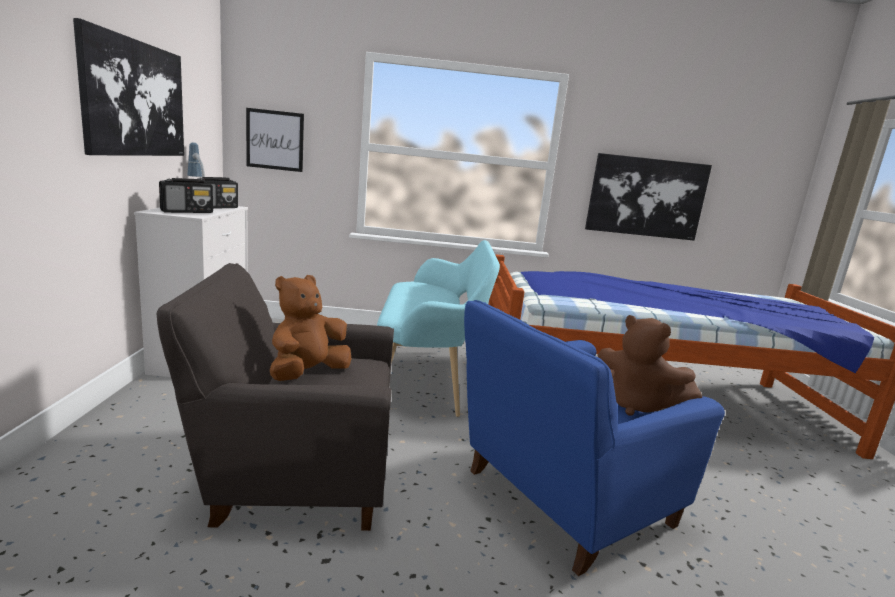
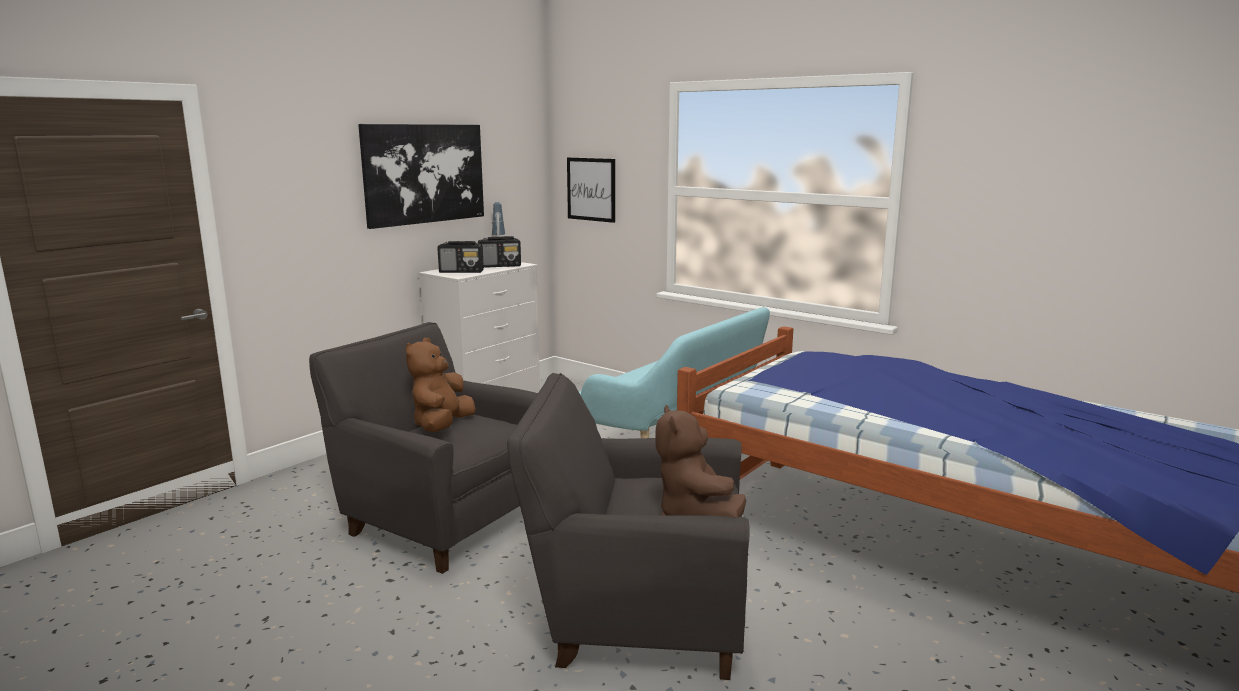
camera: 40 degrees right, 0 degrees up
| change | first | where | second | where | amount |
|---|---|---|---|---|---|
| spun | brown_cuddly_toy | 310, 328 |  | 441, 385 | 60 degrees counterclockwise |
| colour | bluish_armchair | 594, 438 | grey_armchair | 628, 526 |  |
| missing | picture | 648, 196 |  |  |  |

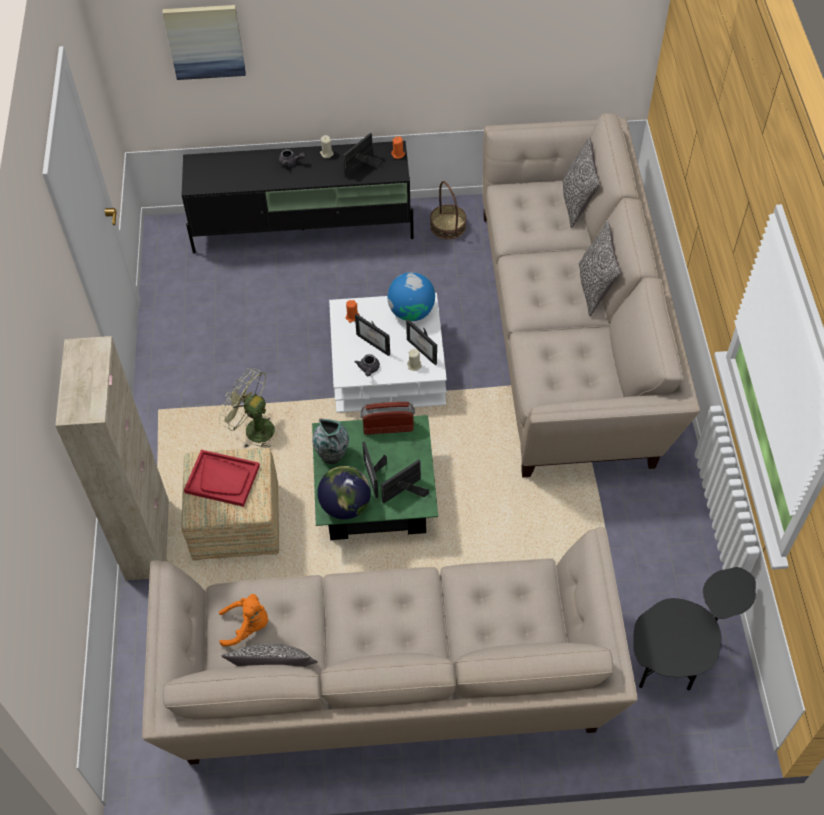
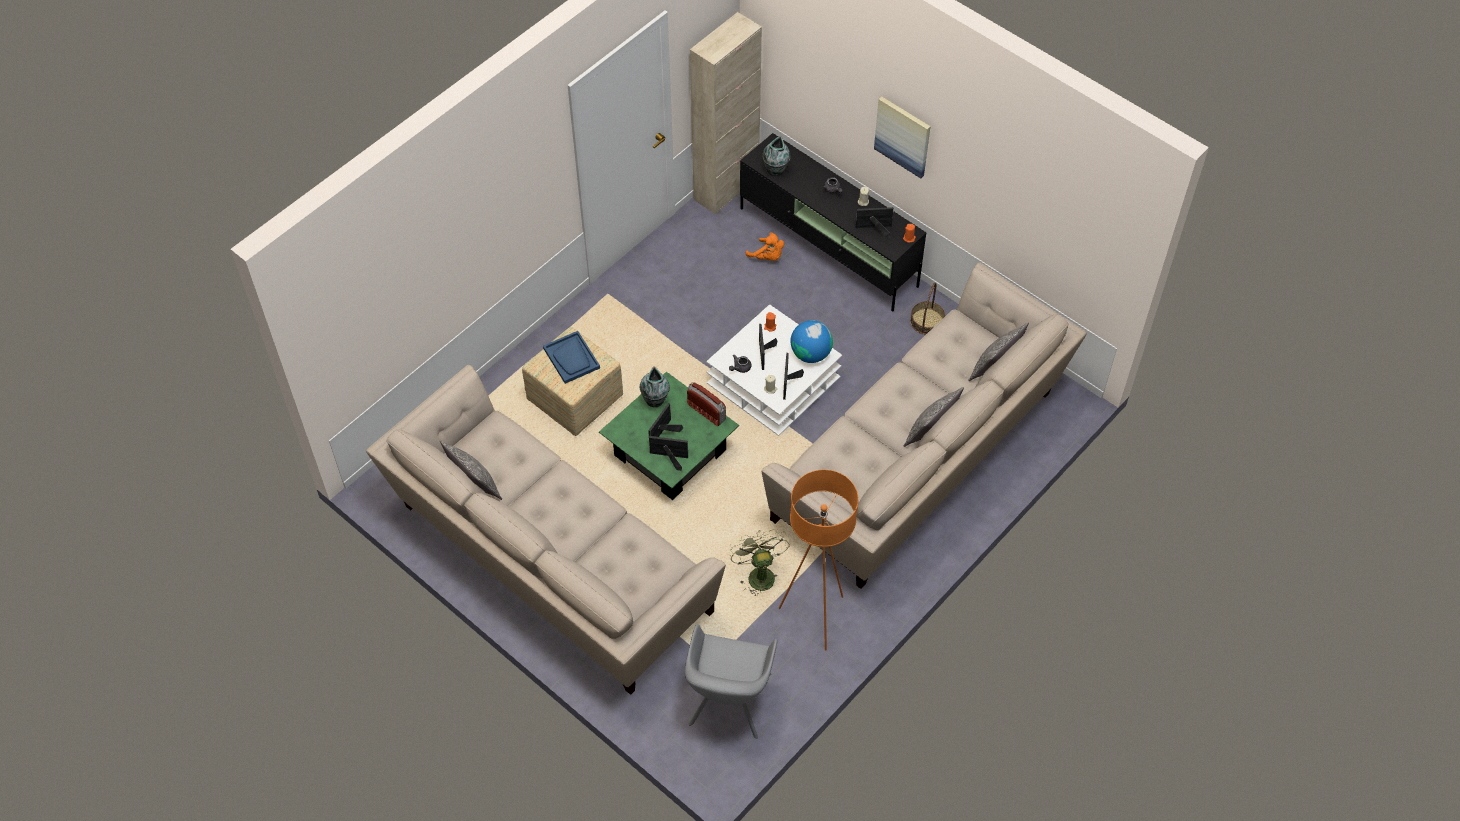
camera: 45 degrees right, 0 degrees up
| change | first | where | second | where | amount |
|---|---|---|---|---|---|
| relocated | sand-coloured_storage_cabinet | 112, 458 |  | 726, 113 |  |
| relocated | picture | 204, 42 |  | 902, 137 |  |
| colour | reddish_tray | 222, 478 | bluish_tray | 571, 357 |  |
| relocated | greenish_cooling_fan | 247, 408 |  | 760, 562 |  |
| relocated | orangey_cuddly_toy | 243, 620 |  | 765, 246 |  |
| missing | globe | 344, 492 |  |  |  |
| exchanged | black_accent_table | 694, 628 | grey_armchair | 731, 681 |  |
| appeared |  |  | vase | 776, 156 |  |
| appeared |  |  | orangey_floor_lamp | 819, 560 |  |

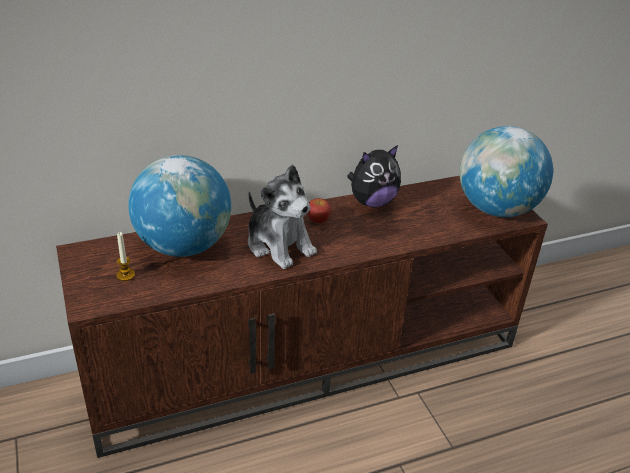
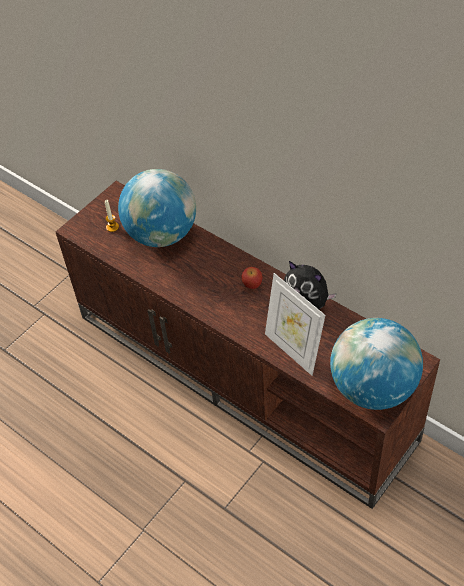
camera: 65 degrees right, 15 degrees up
| change | first | where | second | where | amount |
|---|---|---|---|---|---|
| missing | cuddly_toy | 282, 216 |  |  |  |
| appeared |  |  | picture_frame | 295, 324 |  |

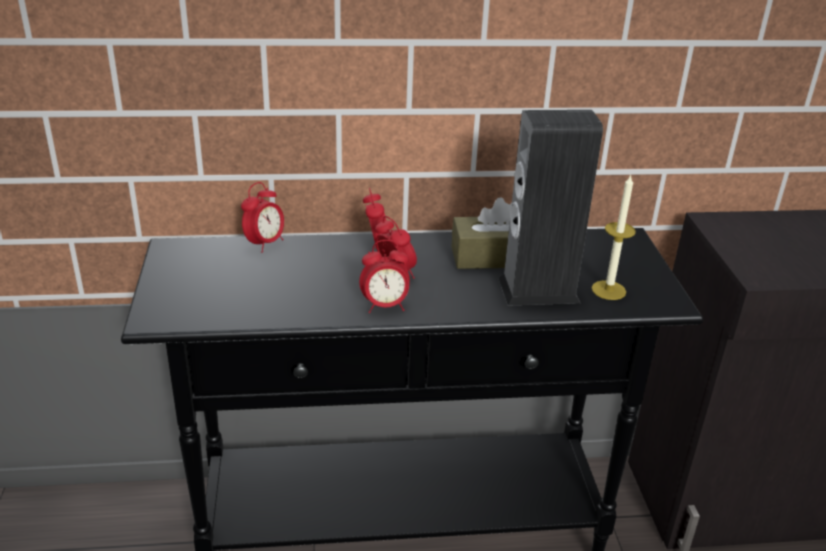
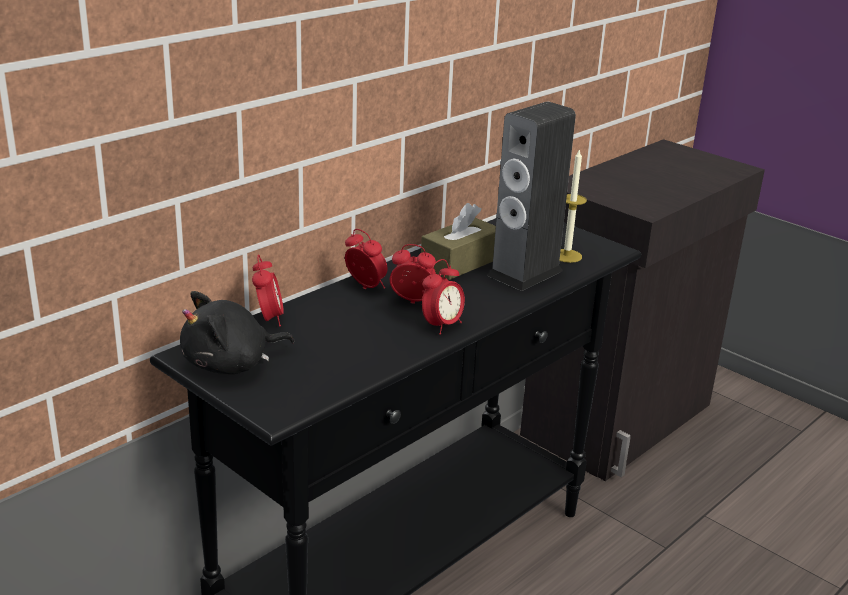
camera: 40 degrees left, 5 degrees down
| change | first | where | second | where | amount |
|---|---|---|---|---|---|
| appeared |  |  | black_cuddly_toy | 237, 332 |  |

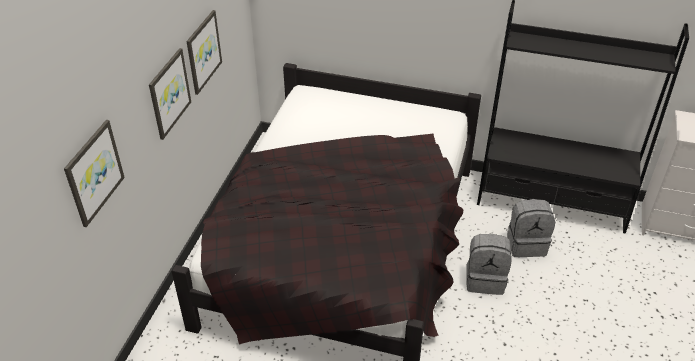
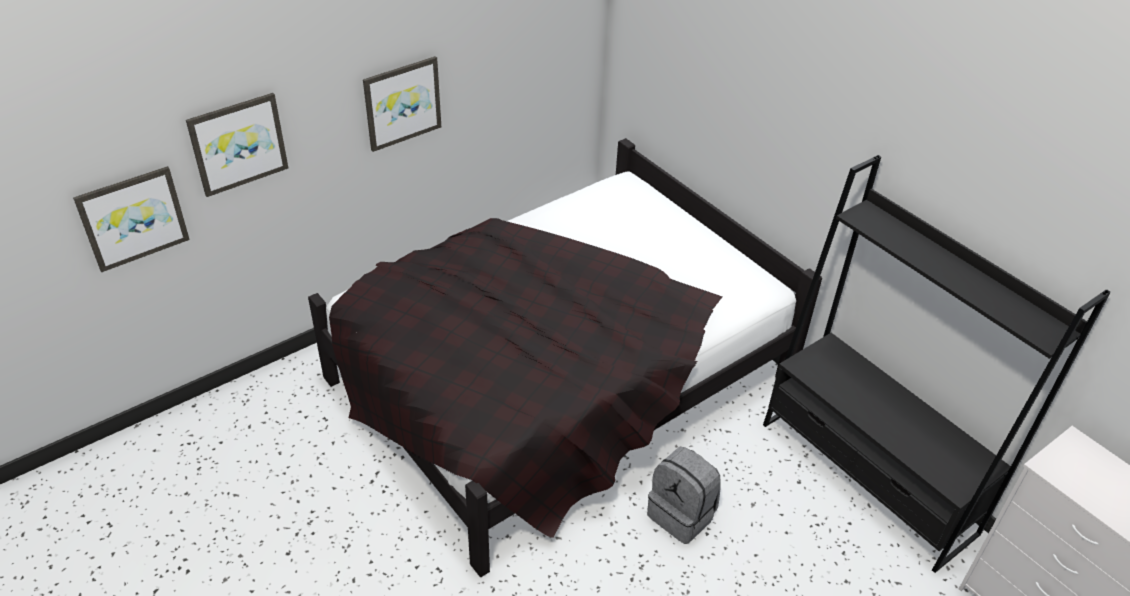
camera: 35 degrees right, 0 degrees up
| change | first | where | second | where | amount |
|---|---|---|---|---|---|
| relocated | picture | 204, 52 |  | 131, 219 |  |
| missing | grey_rucksack | 531, 228 |  |  |  |

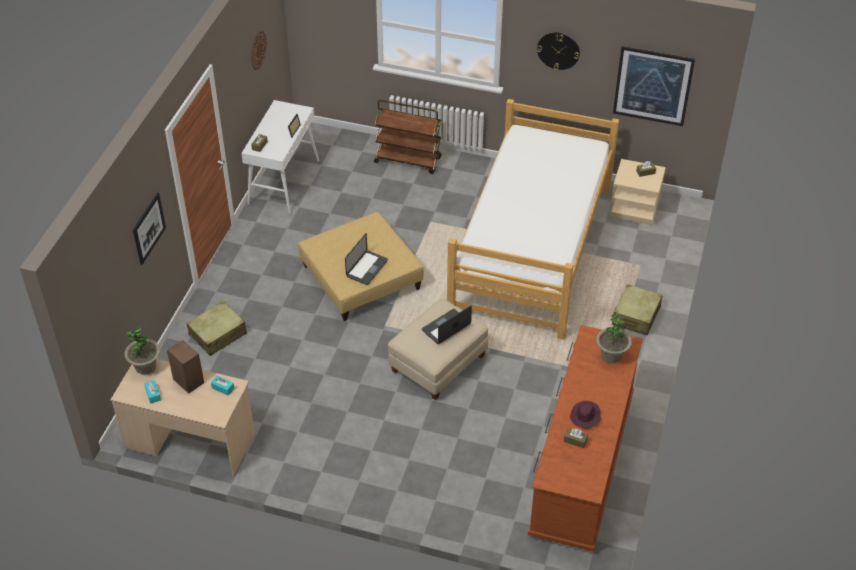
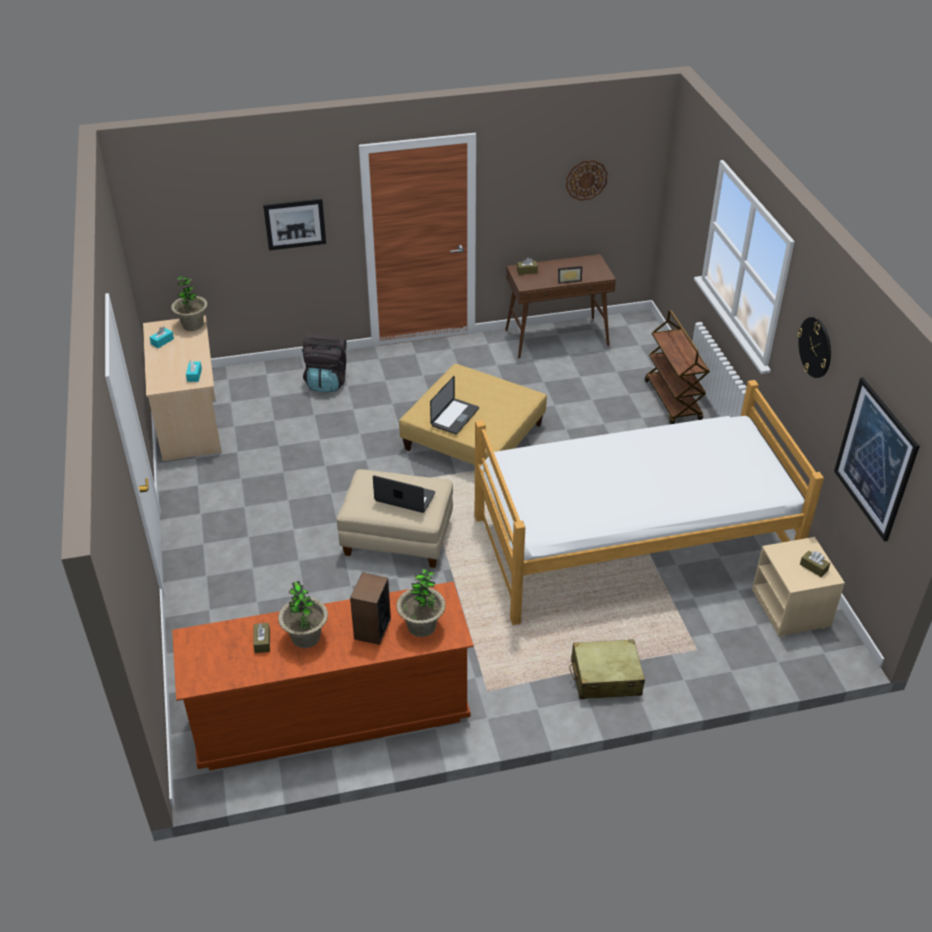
camera: 60 degrees right, 5 degrees down
| change | first | where | second | where | amount |
|---|---|---|---|---|---|
| relocated | audio_speaker | 185, 367 |  | 370, 608 |  |
| exchanged | sand-coloured_suitcase | 216, 328 | black_rucksack | 324, 363 |  |
| colour | white-coloured_hall_table | 280, 156 | brown_hall_table | 560, 306 |  |
| spun | notebook_computer | 366, 259 |  | 454, 405 | 60 degrees counterclockwise |
| exchanged | purplish_wearable_hat | 585, 415 | plant_in_a_pot | 303, 614 |  |

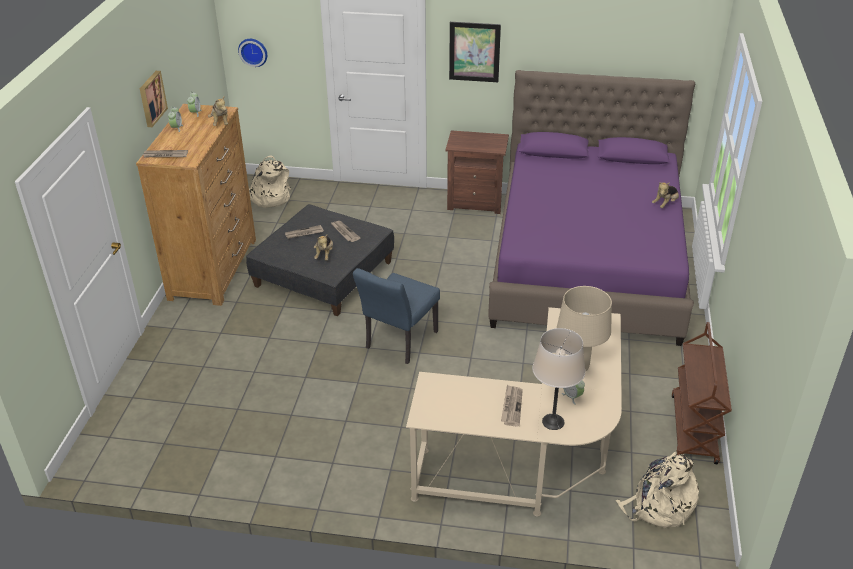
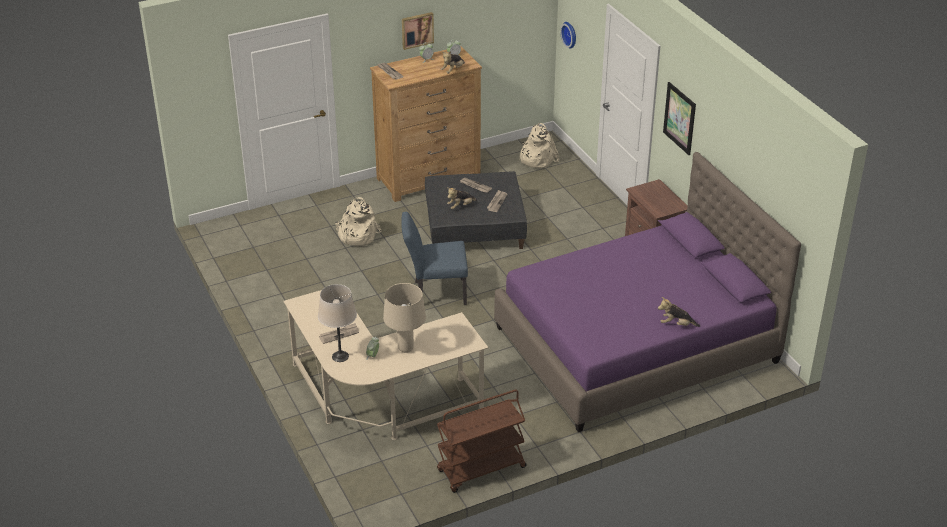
camera: 55 degrees right, 0 degrees up
| change | first | where | second | where | amount |
|---|---|---|---|---|---|
| relocated | sand-coloured_rucksack | 657, 490 |  | 358, 221 |  |

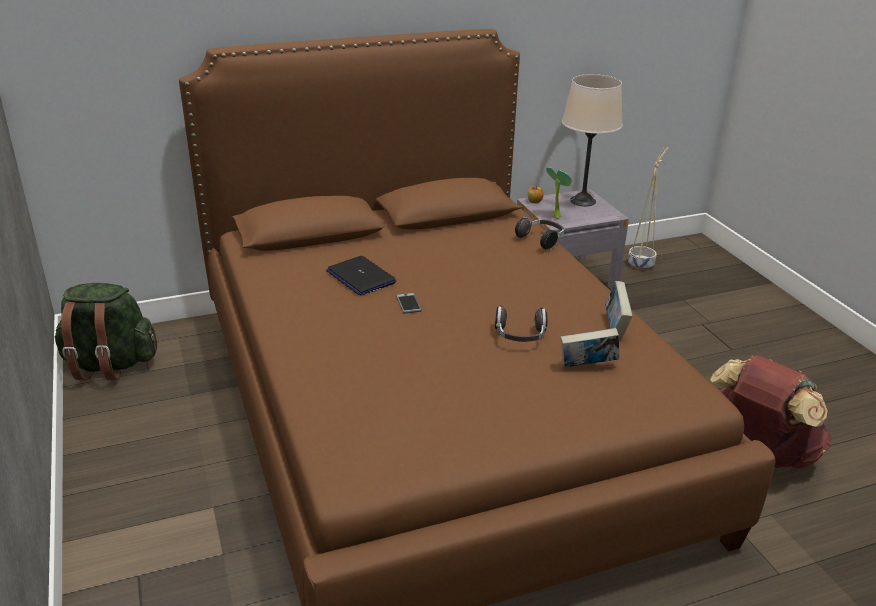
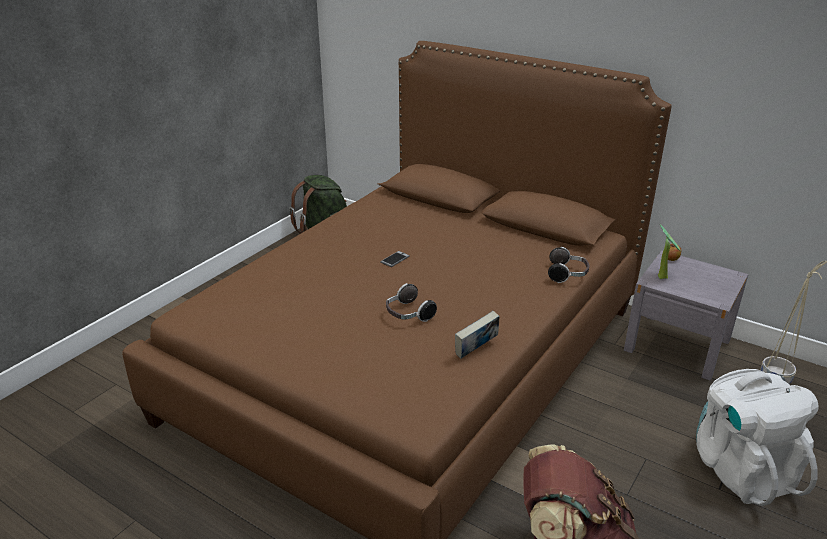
camera: 55 degrees right, 0 degrees up
| change | first | where | second | where | amount |
|---|---|---|---|---|---|
| missing | notebook_computer | 361, 275 |  |  |  |
| missing | book | 589, 347 |  |  |  |
| missing | sand-coloured_table_lamp | 592, 140 |  |  |  |
| appeared |  |  | white-coloured_rucksack | 757, 437 |  |

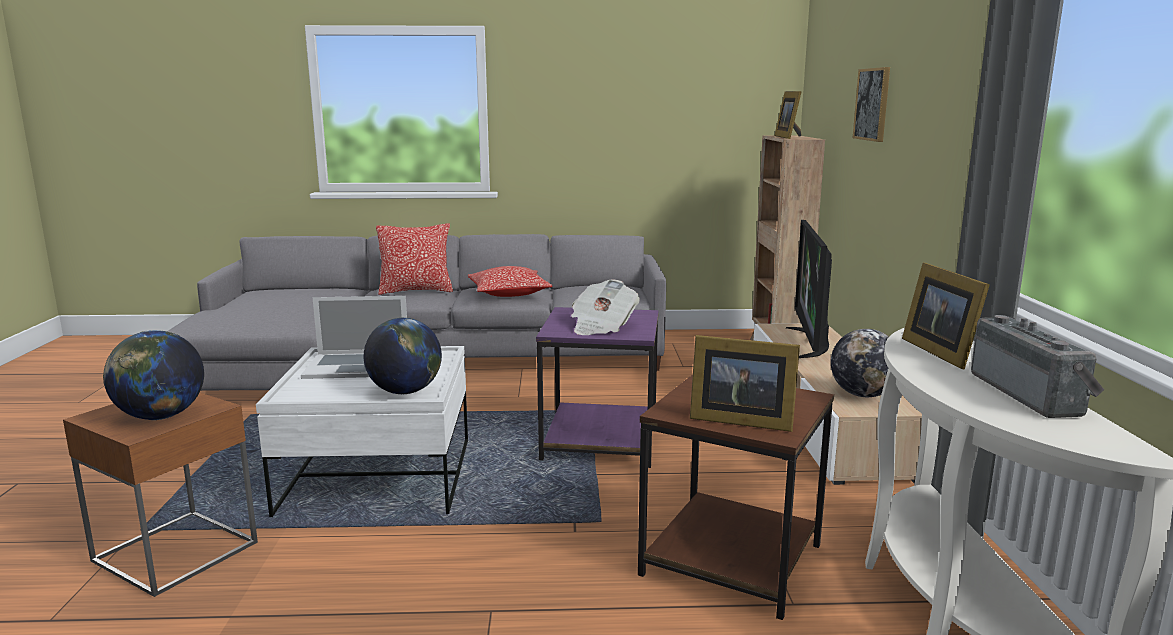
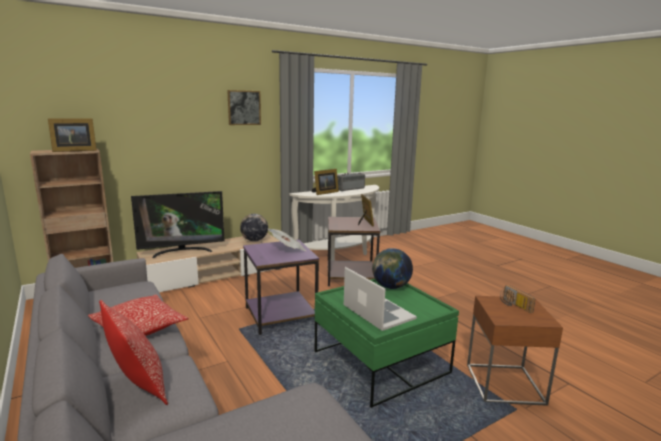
camera: 120 degrees left, 0 degrees up
| change | first | where | second | where | amount |
|---|---|---|---|---|---|
| exchanged | globe | 153, 375 | radio | 518, 299 |  |
| colour | white-coloured_lounge_table | 362, 431 | greenish_lounge_table | 387, 343 |  |
| relocated | picture | 871, 104 |  | 244, 107 |  |

